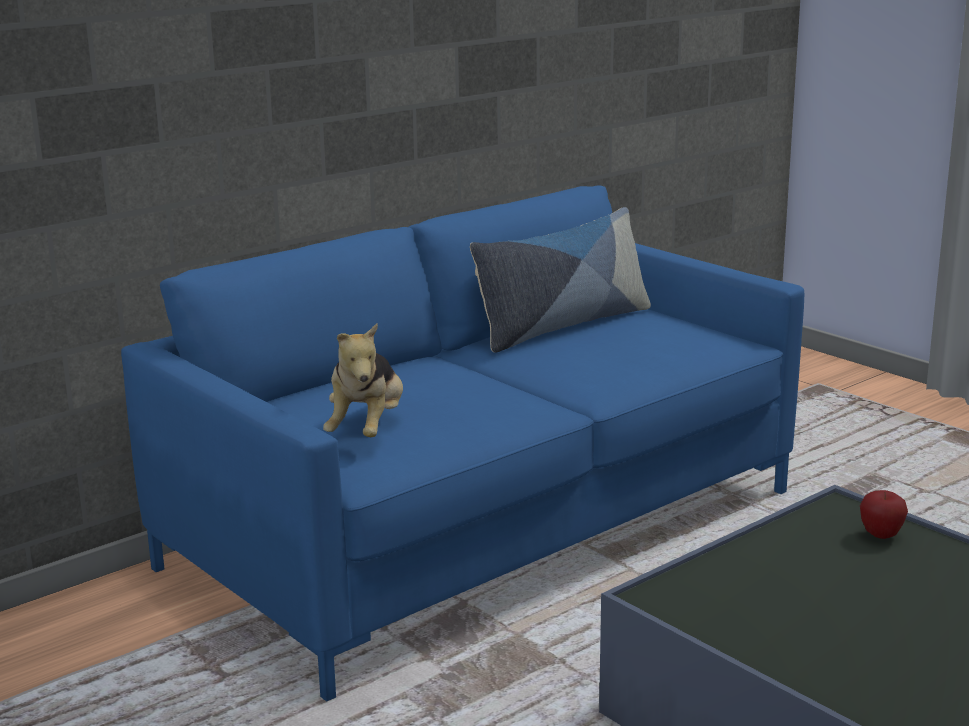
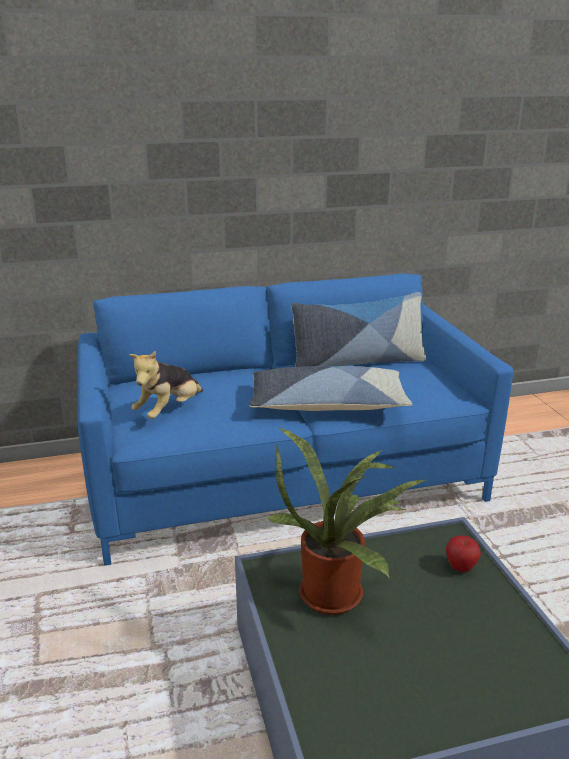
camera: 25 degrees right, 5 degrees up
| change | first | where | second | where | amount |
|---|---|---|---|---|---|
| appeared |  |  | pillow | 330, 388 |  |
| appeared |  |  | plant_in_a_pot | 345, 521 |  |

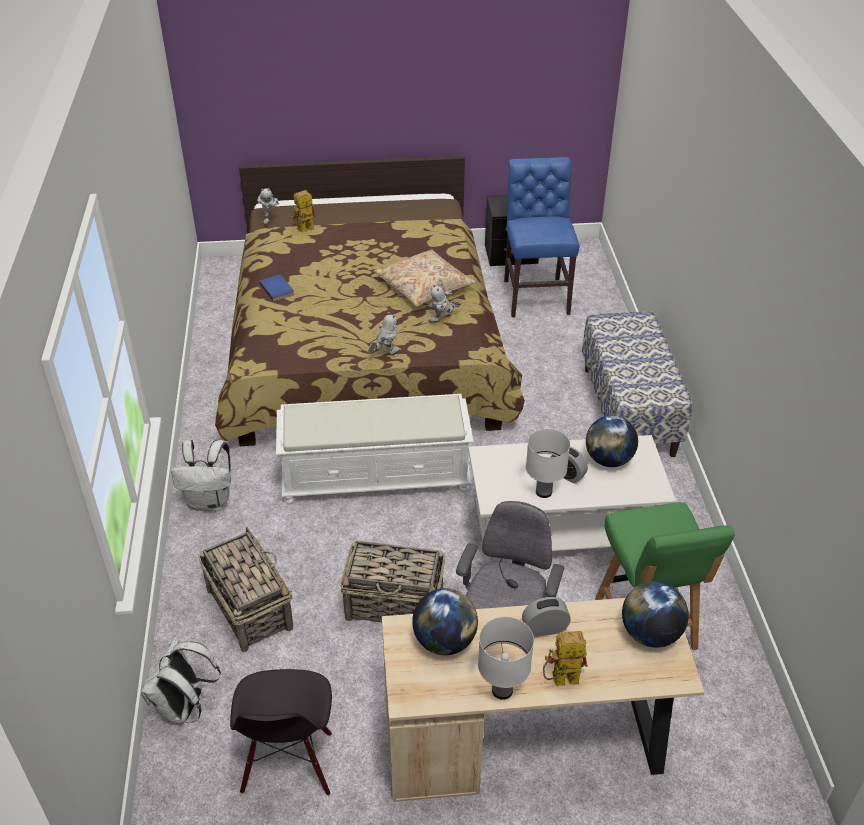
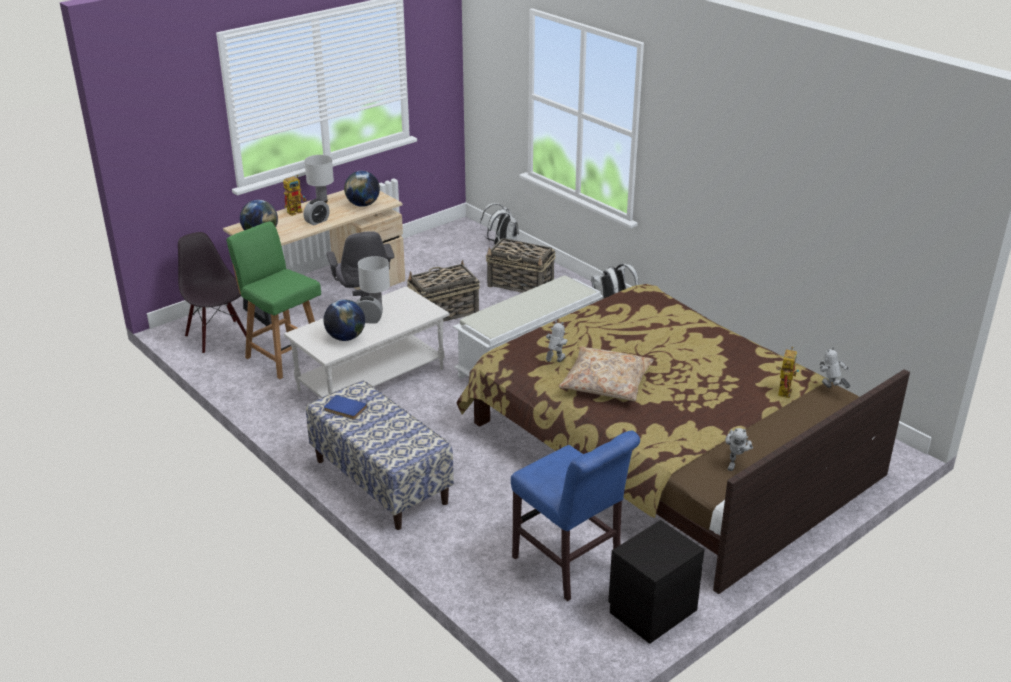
camera: 145 degrees right, 10 degrees down
| change | first | where | second | where | amount |
|---|---|---|---|---|---|
| relocated | black_chair | 281, 732 |  | 212, 293 |  |
| relocated | bluish_book | 276, 288 |  | 345, 407 |  |
| relocated | robot_figure | 384, 334 |  | 739, 449 |  |

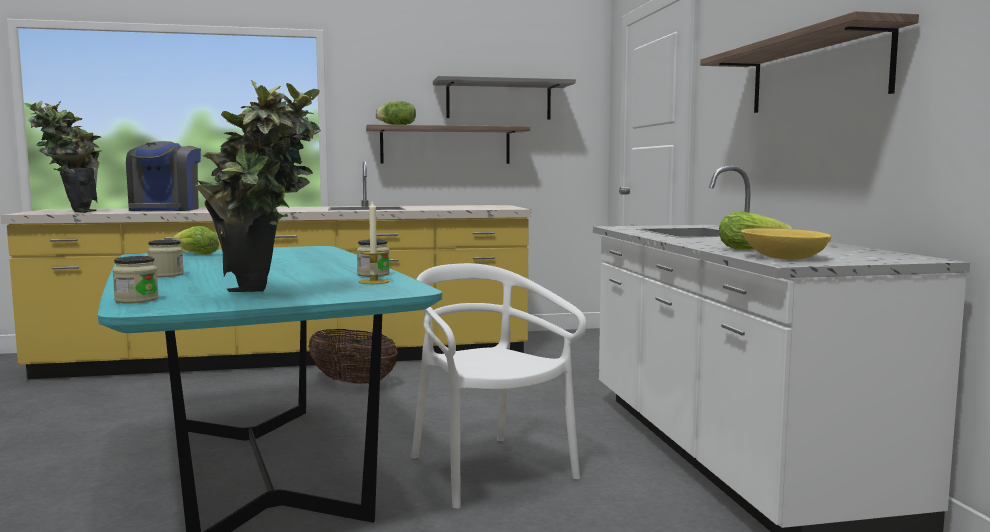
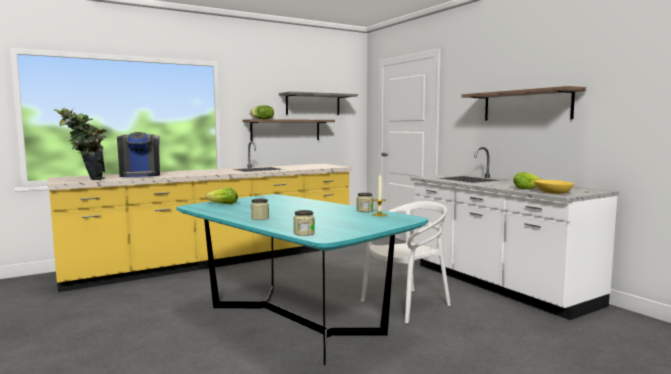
camera: 20 degrees left, 0 degrees up
| change | first | where | second | where | amount |
|---|---|---|---|---|---|
| missing | plant_in_a_pot | 258, 186 |  |  |  |
| missing | storage_basket | 353, 356 |  |  |  |
| spun | white-coloured_chair | 499, 386 |  | 406, 262 | 105 degrees clockwise |

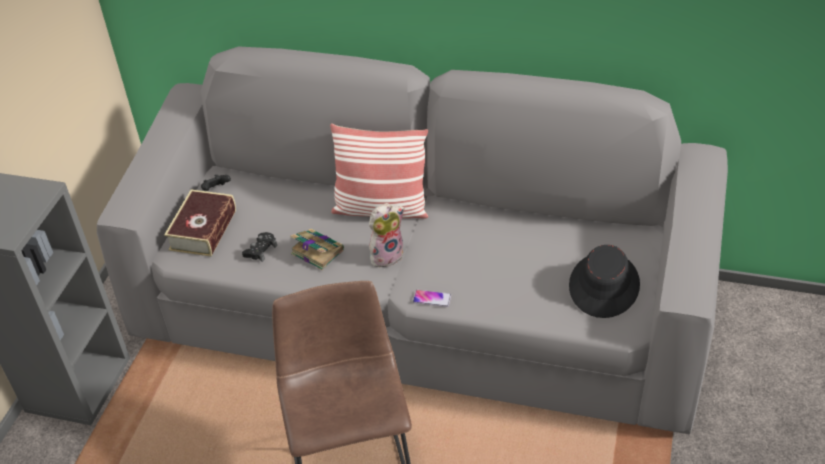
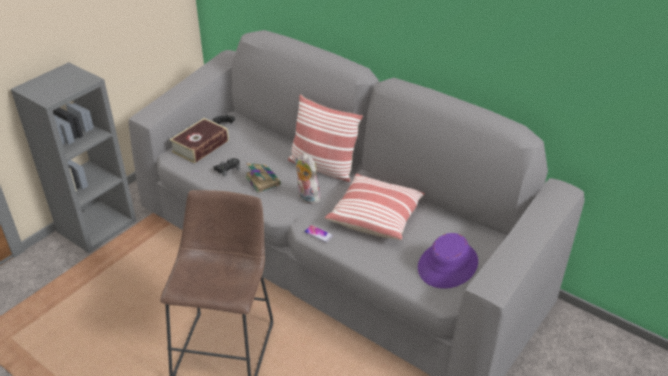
camera: 20 degrees right, 5 degrees down
| change | first | where | second | where | amount |
|---|---|---|---|---|---|
| spun | cuddly_toy | 387, 235 |  | 308, 179 | 120 degrees counterclockwise |
| colour | black_wearable_hat | 604, 281 | purplish_wearable_hat | 448, 261 |  |
| appeared |  |  | pillow | 375, 207 |  |

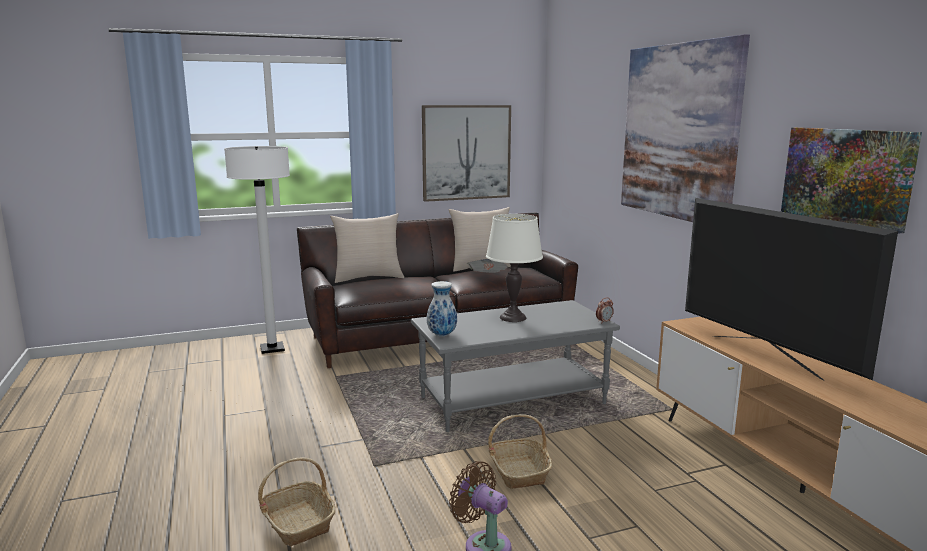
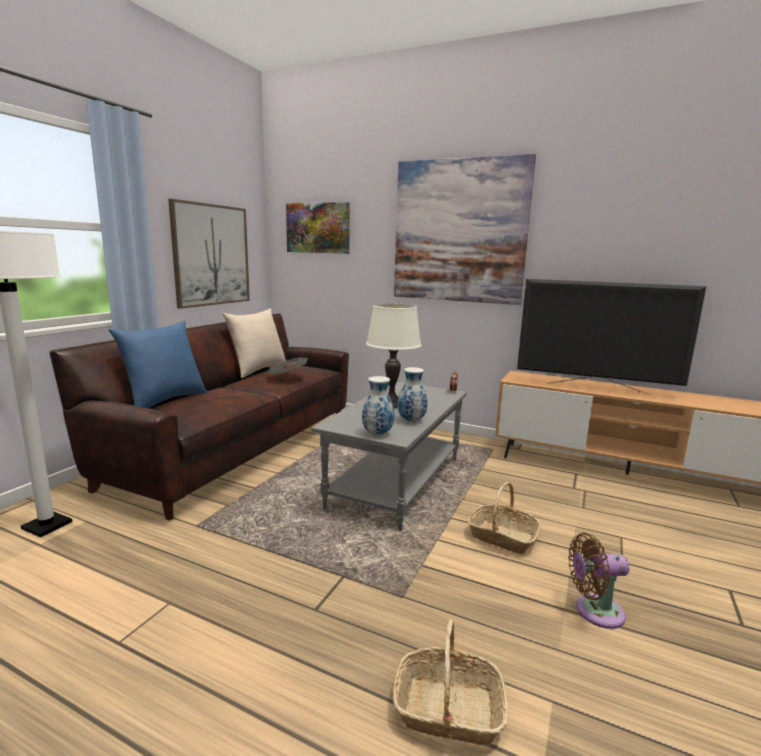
camera: 45 degrees left, 0 degrees up
| change | first | where | second | where | amount |
|---|---|---|---|---|---|
| colour | sand-coloured_pillow | 367, 248 | bluish_pillow | 158, 364 |  |
| relocated | picture | 851, 180 |  | 318, 228 |  |
| appeared |  |  | vase | 412, 394 |  |

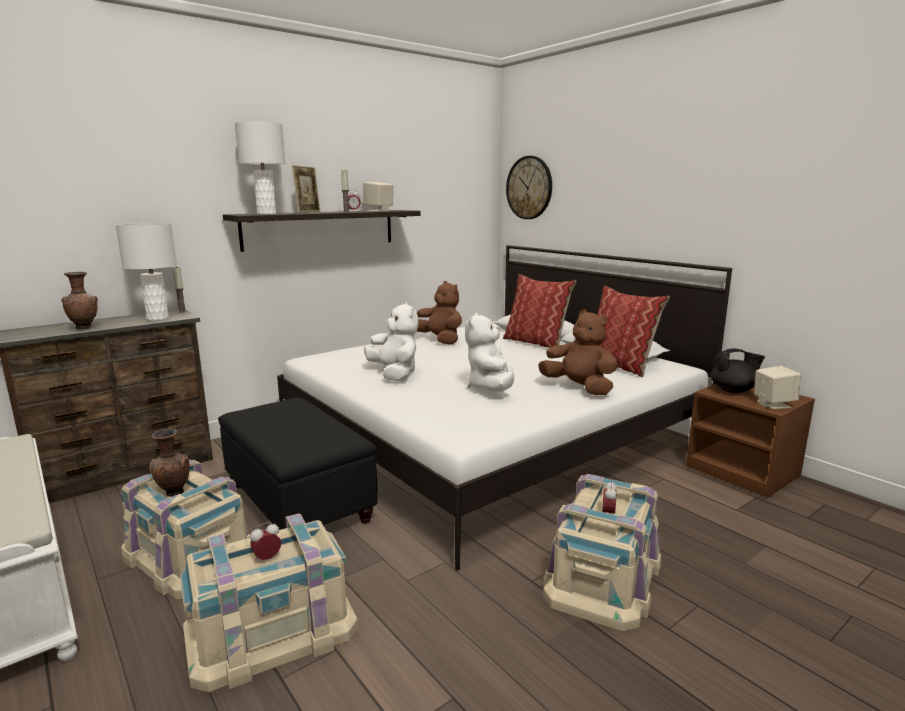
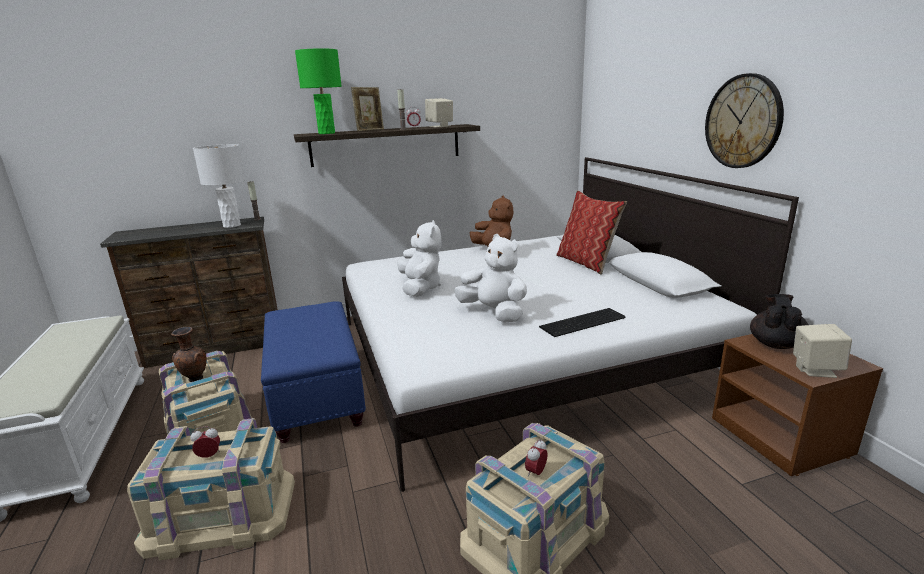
camera: 20 degrees right, 5 degrees up
| change | first | where | second | where | amount |
|---|---|---|---|---|---|
| missing | brown_vase | 80, 300 |  |  |  |
| colour | black_footrest | 298, 463 | bluish_footrest | 313, 372 |  |
| colour | white-coloured_table_lamp | 260, 167 | greenish_table_lamp | 318, 91 |  |
| spun | white-coloured_cuddly_toy | 489, 352 |  | 490, 278 | 105 degrees clockwise |
| relocated | wall_clock | 529, 187 |  | 744, 120 |  |
| exchanged | brown_cuddly_toy | 578, 352 | keyboard | 582, 322 |  |
| missing | pillow | 633, 331 |  |  |  |
| spun | black_teapot | 738, 370 |  | 779, 321 | 90 degrees counterclockwise |

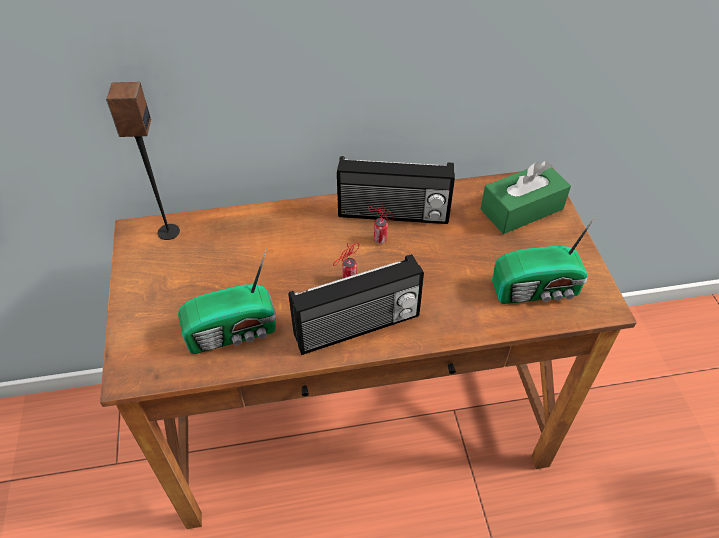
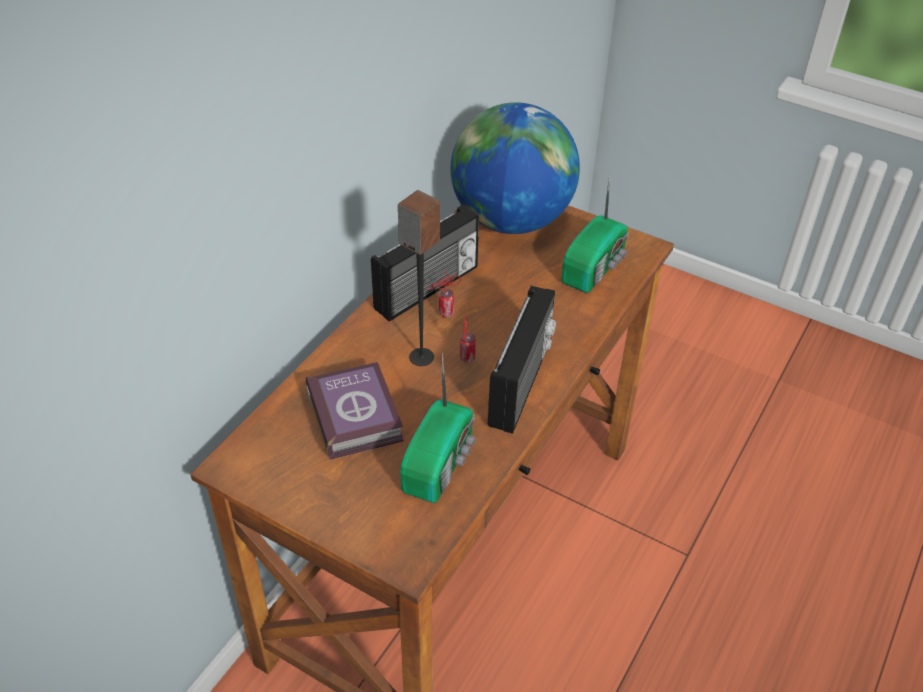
camera: 50 degrees left, 5 degrees down
| change | first | where | second | where | amount |
|---|---|---|---|---|---|
| relocated | audio_speaker | 143, 161 |  | 419, 278 |  |
| exchanged | greenish_tissue_holder | 525, 197 | globe | 515, 168 |  |
| appeared |  |  | book | 355, 411 |  |

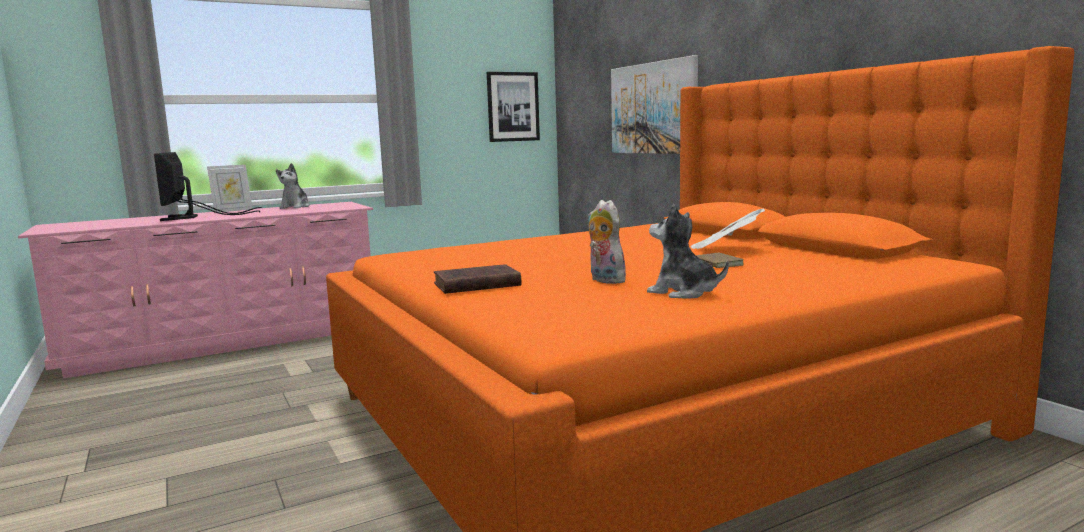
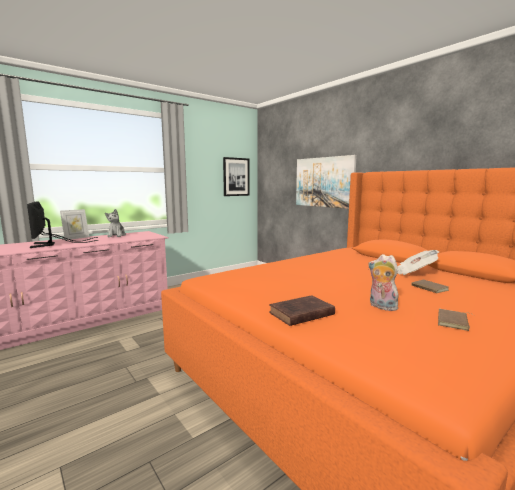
camera: 10 degrees left, 0 degrees up
| change | first | where | second | where | amount |
|---|---|---|---|---|---|
| exchanged | cuddly_toy | 688, 251 | brown_book | 457, 320 |  |

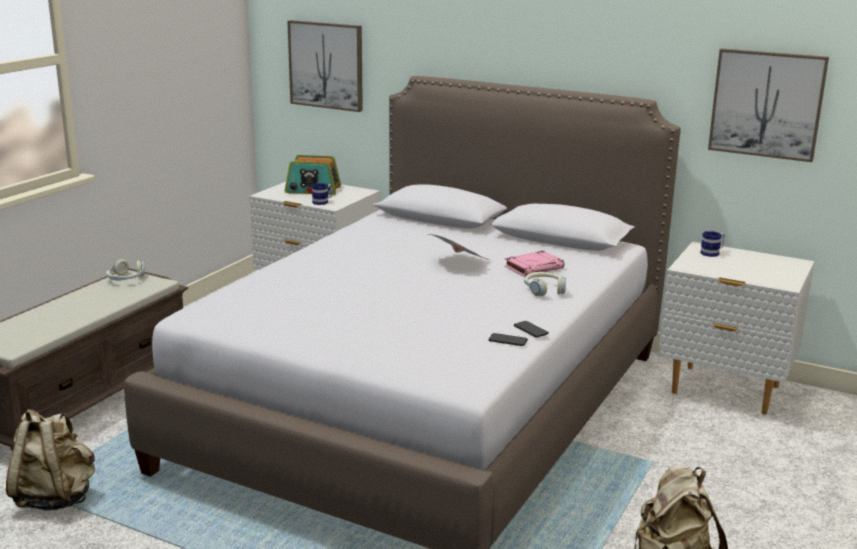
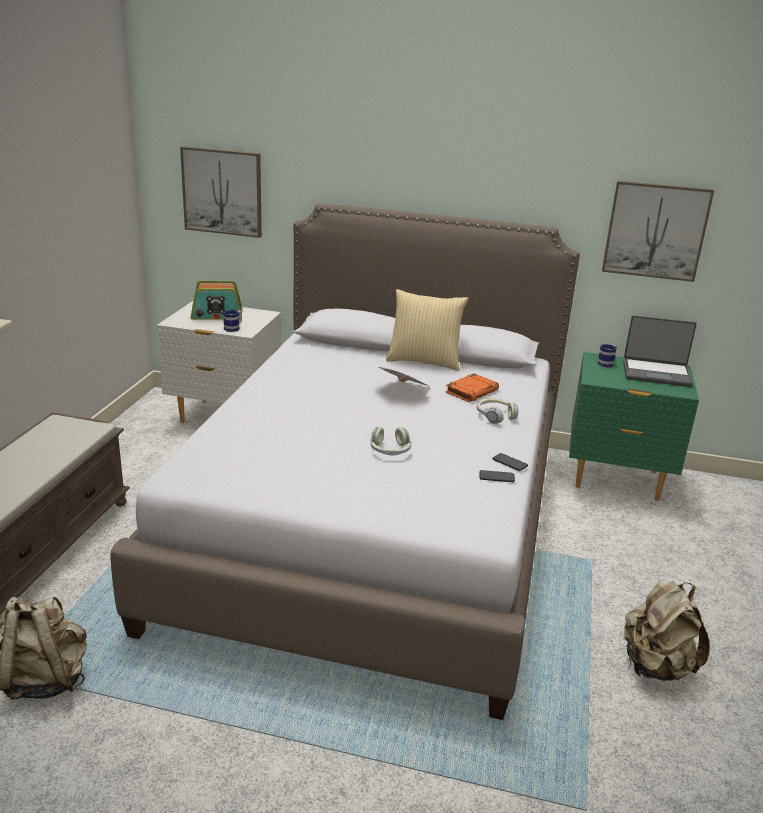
camera: 15 degrees left, 5 degrees up
| change | first | where | second | where | amount |
|---|---|---|---|---|---|
| relocated | pair_of_headphones | 125, 270 |  | 391, 441 |  |
| colour | pink-coloured_book | 534, 264 | orangey_book | 472, 388 |  |
| colour | white-coloured_bedside_table | 736, 328 | greenish_bedside_table | 634, 426 |  |
| appeared |  |  | pillow | 427, 330 |  |
| appeared |  |  | notebook_computer | 660, 351 |  |

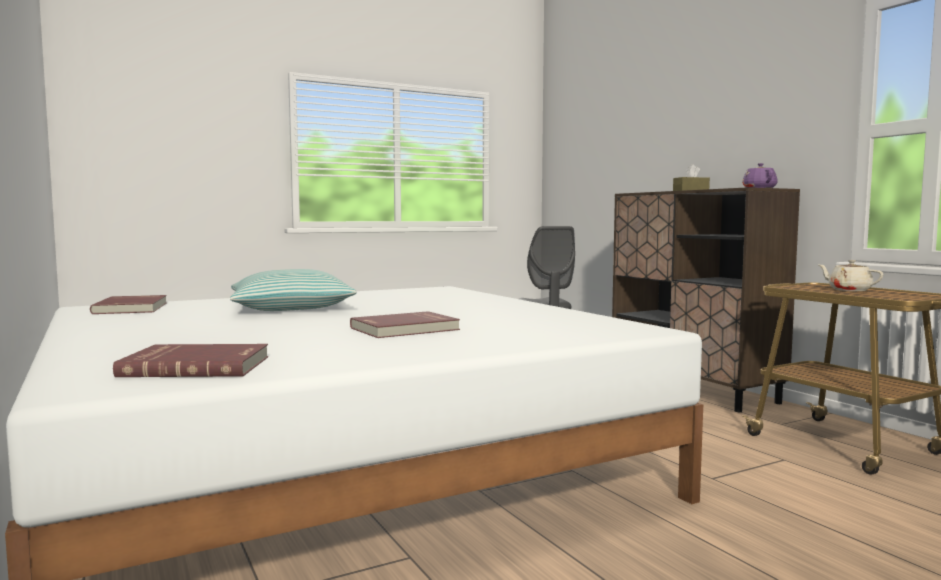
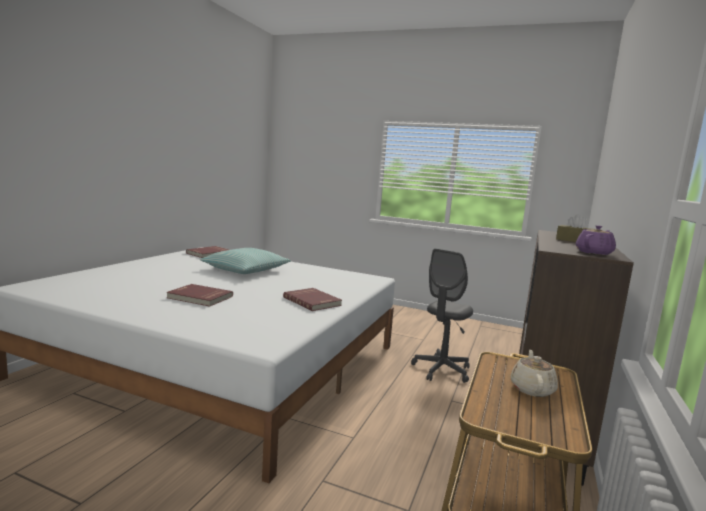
camera: 50 degrees right, 5 degrees up
| change | first | where | second | where | amount |
|---|---|---|---|---|---|
| relocated | reddish_book | 190, 360 |  | 312, 299 |  |

